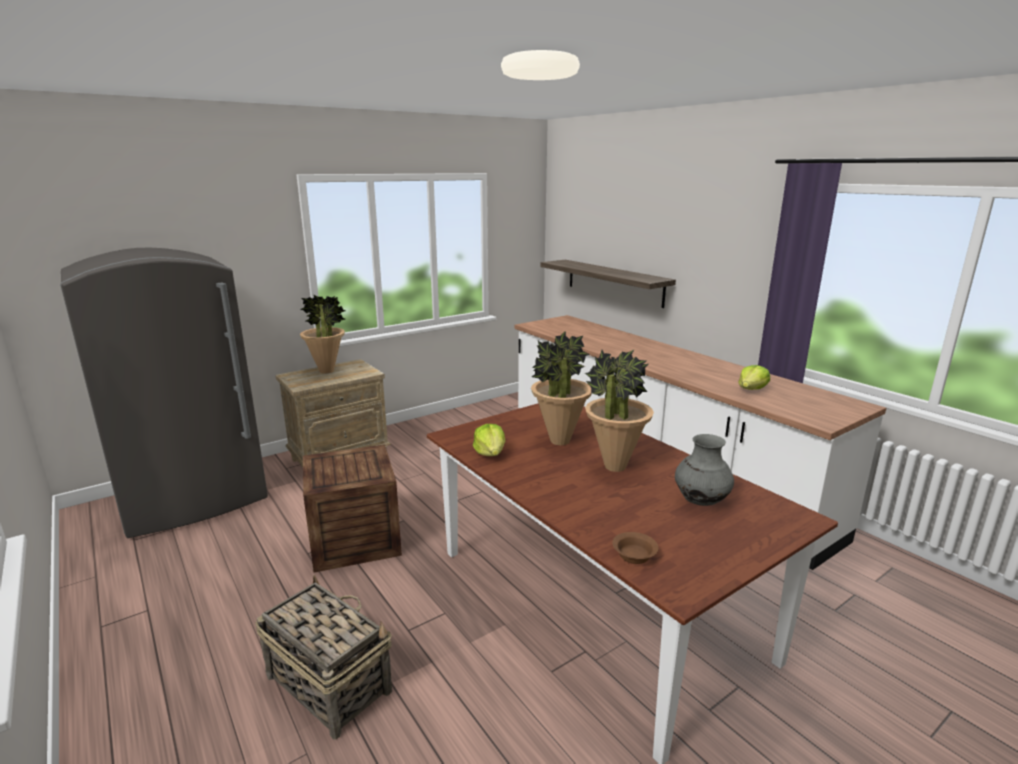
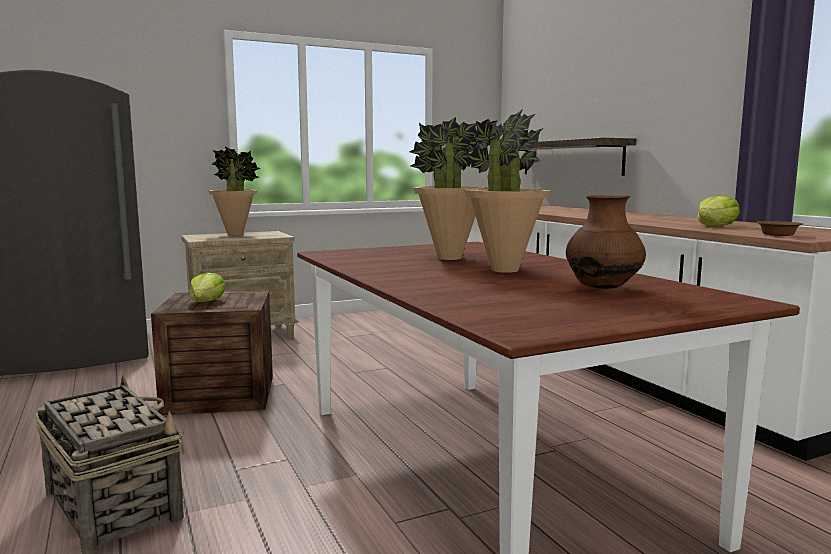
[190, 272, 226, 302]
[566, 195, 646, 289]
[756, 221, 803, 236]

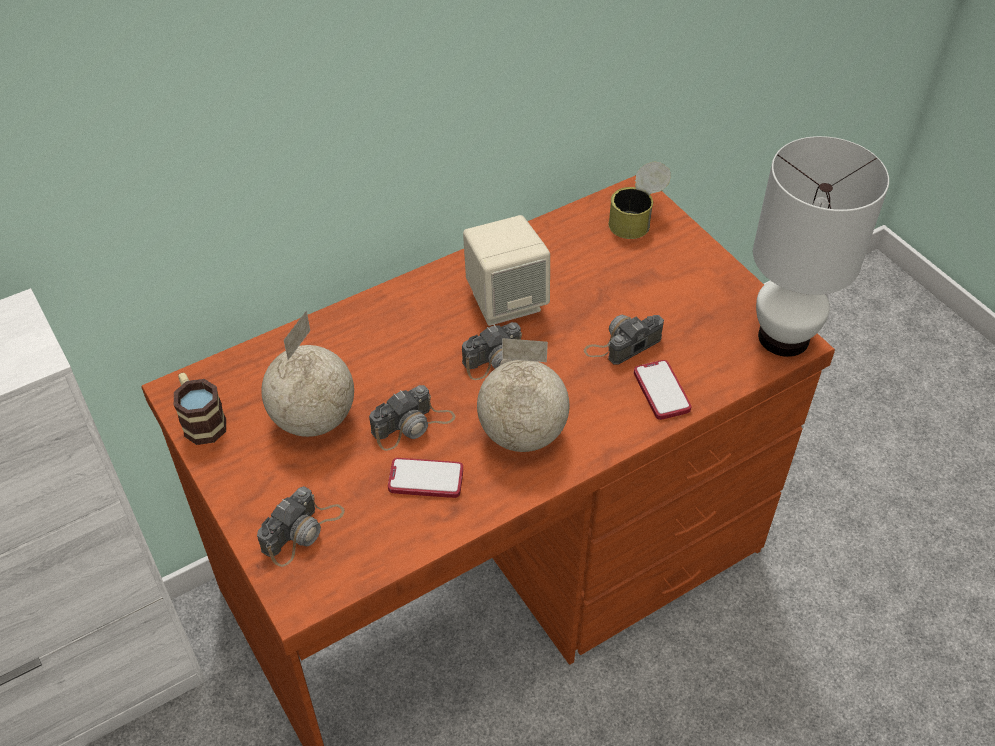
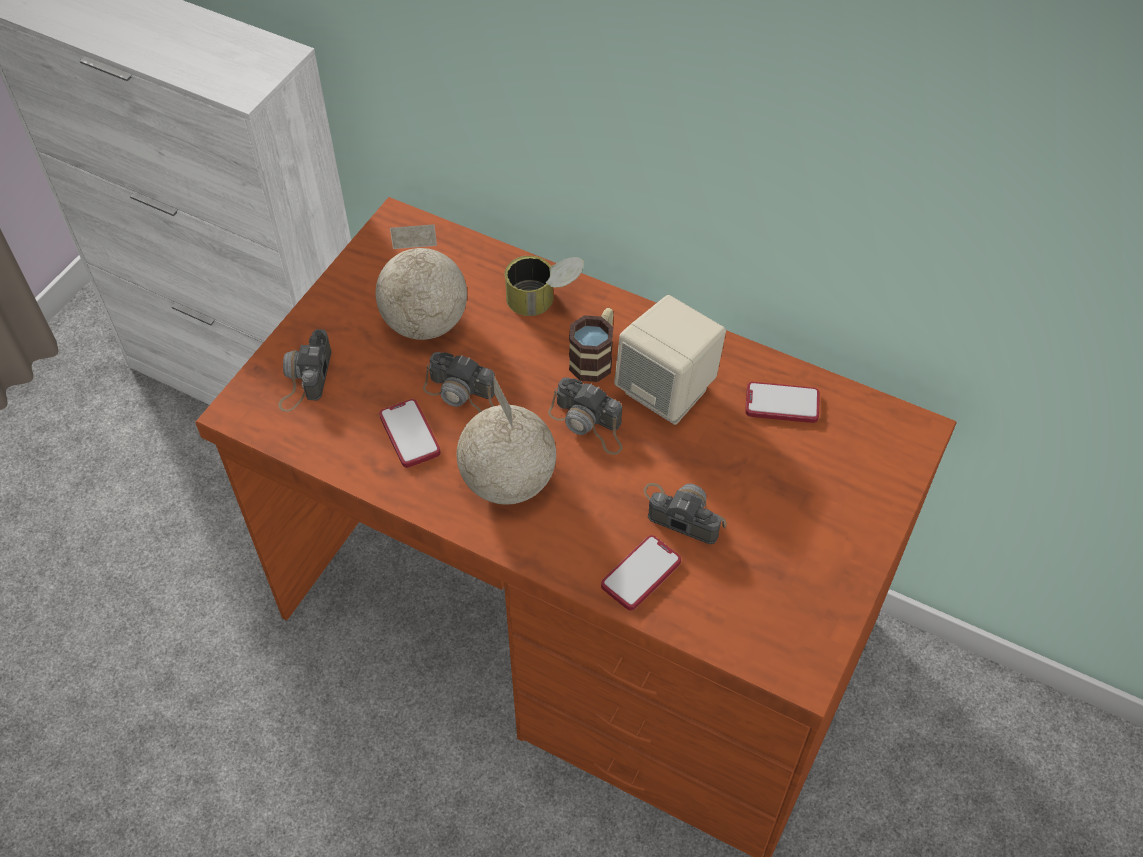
[278, 329, 332, 412]
[505, 256, 584, 316]
[569, 308, 613, 382]
[745, 382, 819, 423]
[753, 136, 889, 357] (first image)

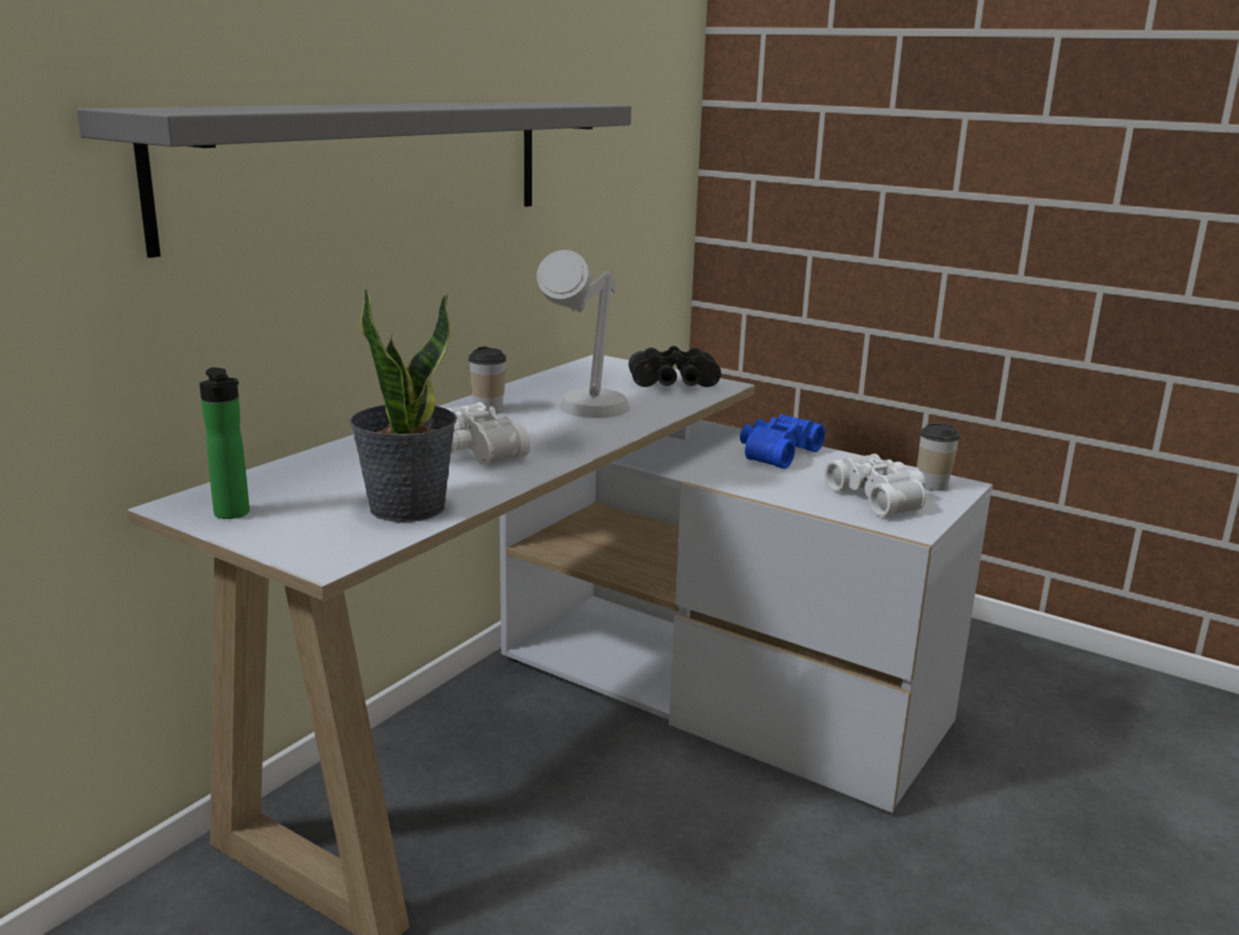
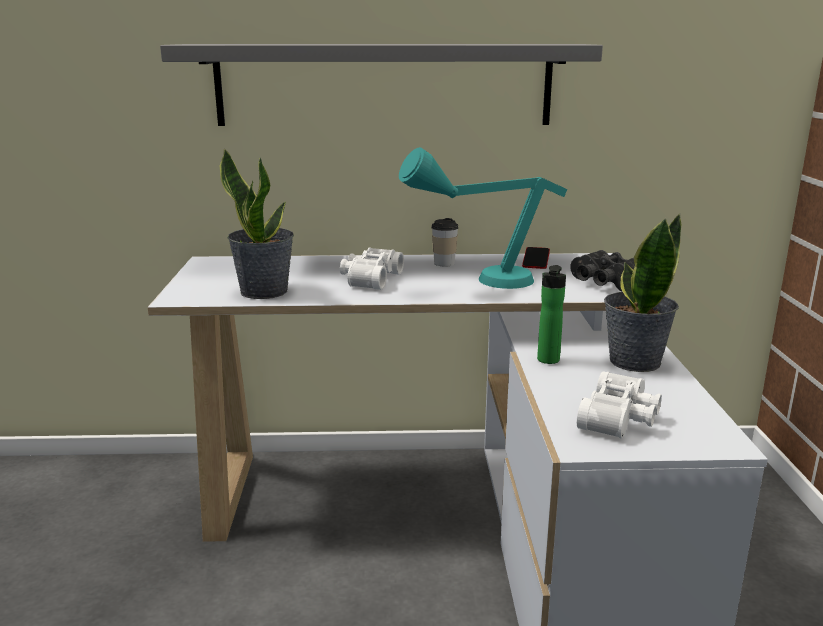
[399, 147, 567, 289]
[522, 247, 550, 269]
[537, 265, 566, 364]
[604, 214, 681, 372]
[918, 423, 960, 491] (first image)

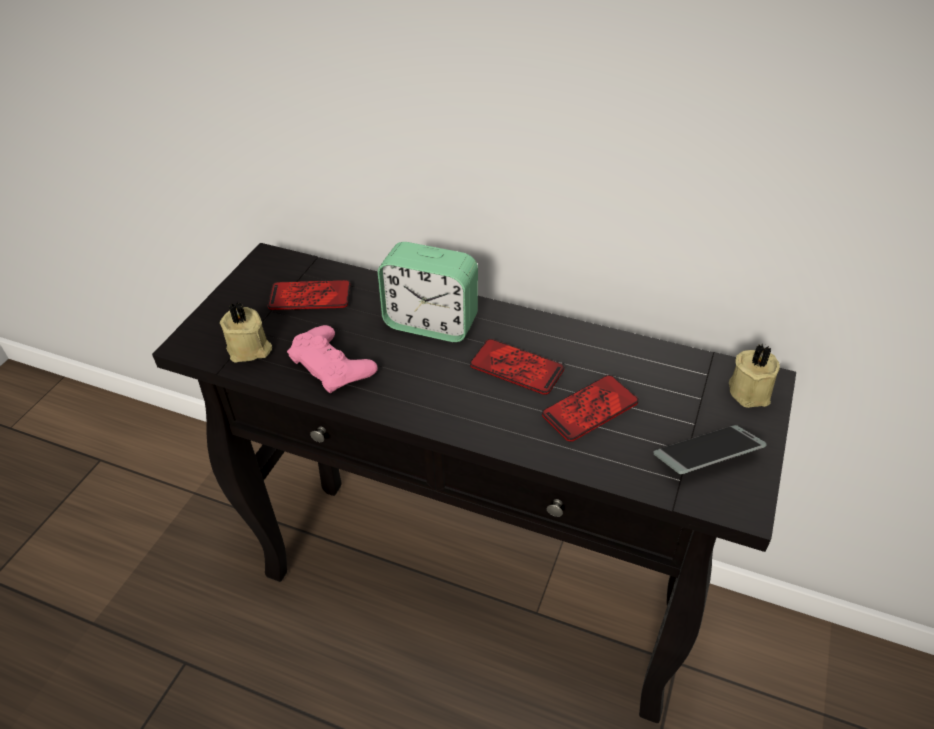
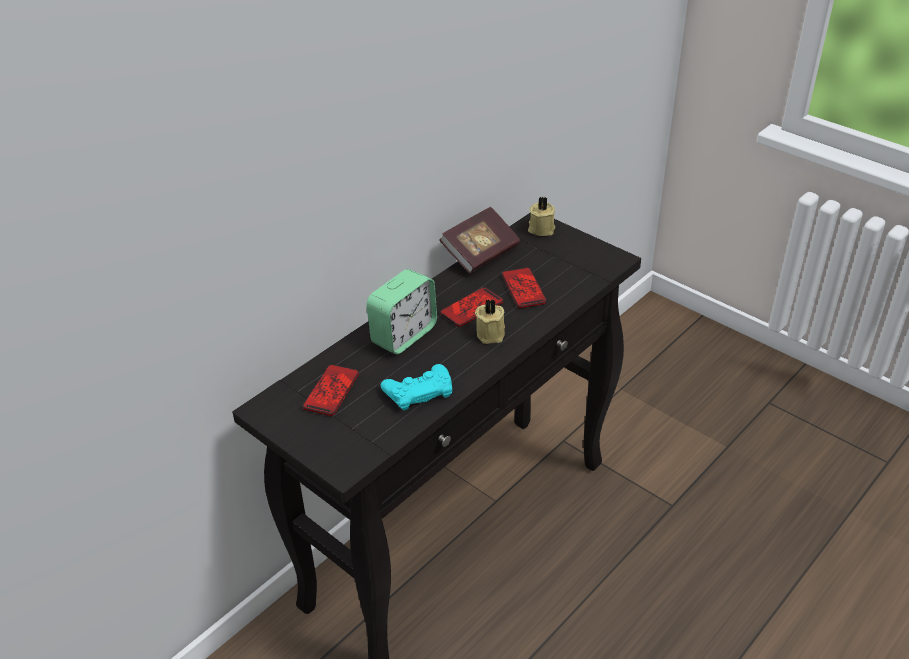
[381, 364, 453, 410]
[439, 207, 520, 273]
[475, 299, 505, 344]
[654, 425, 766, 474] (first image)

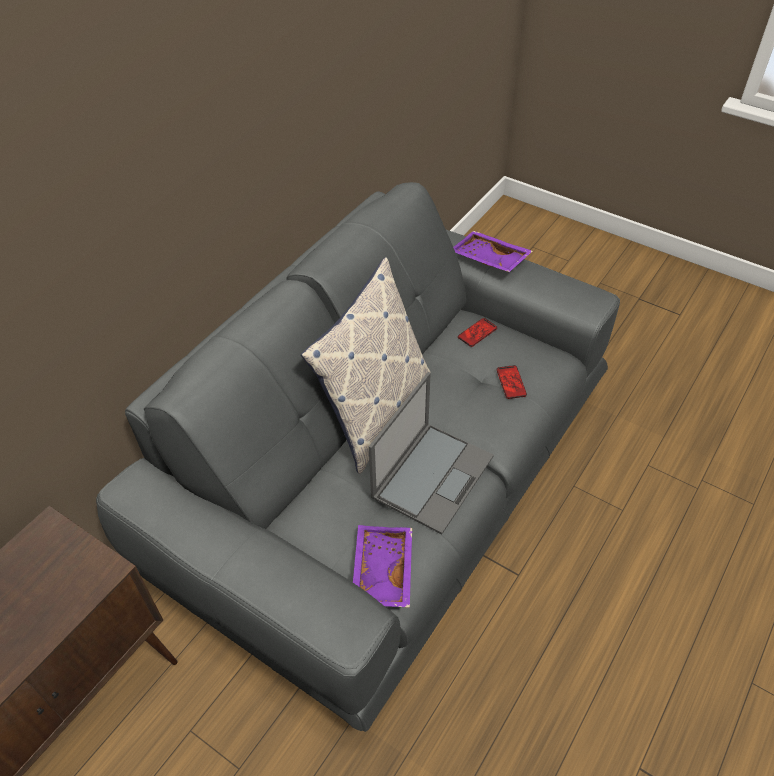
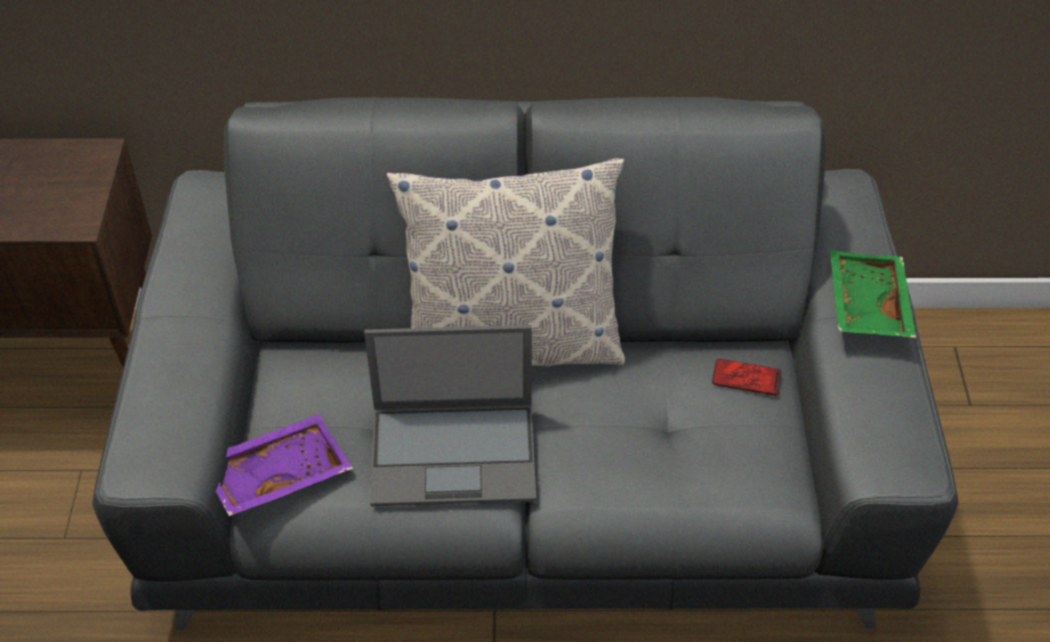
[830, 250, 916, 338]
[497, 365, 527, 399] (first image)

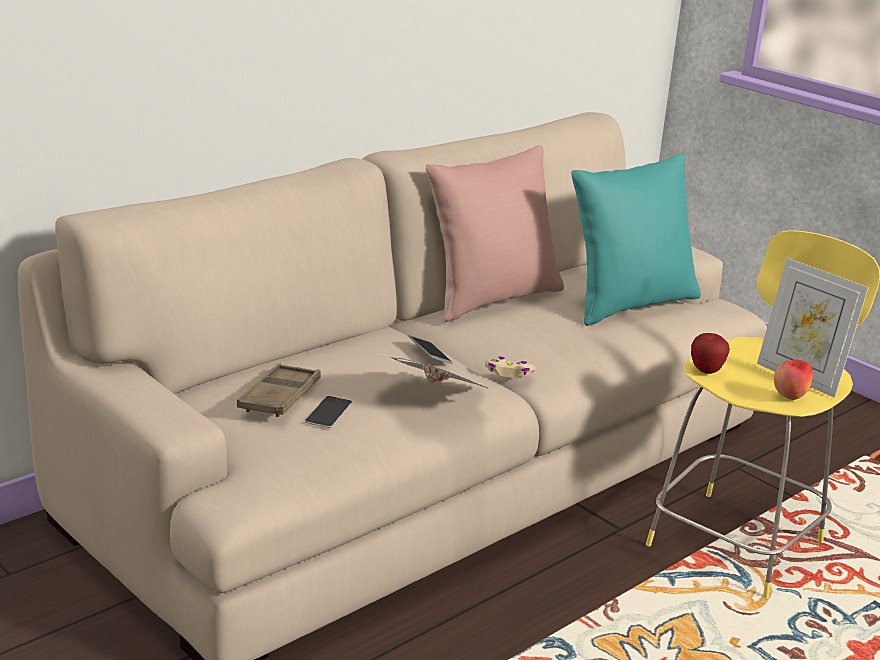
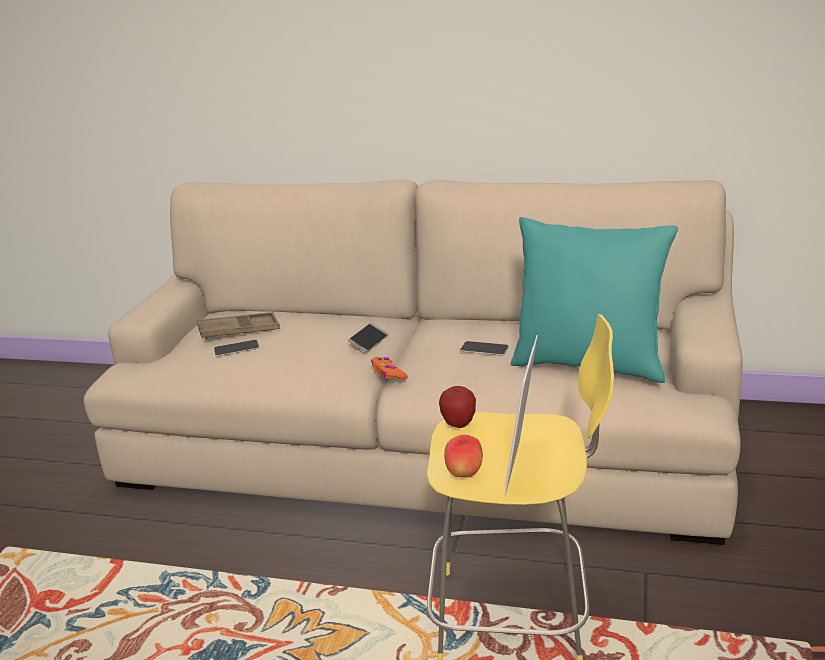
[371, 357, 408, 380]
[460, 341, 509, 356]
[374, 353, 490, 389] (first image)
[426, 145, 564, 322] (first image)

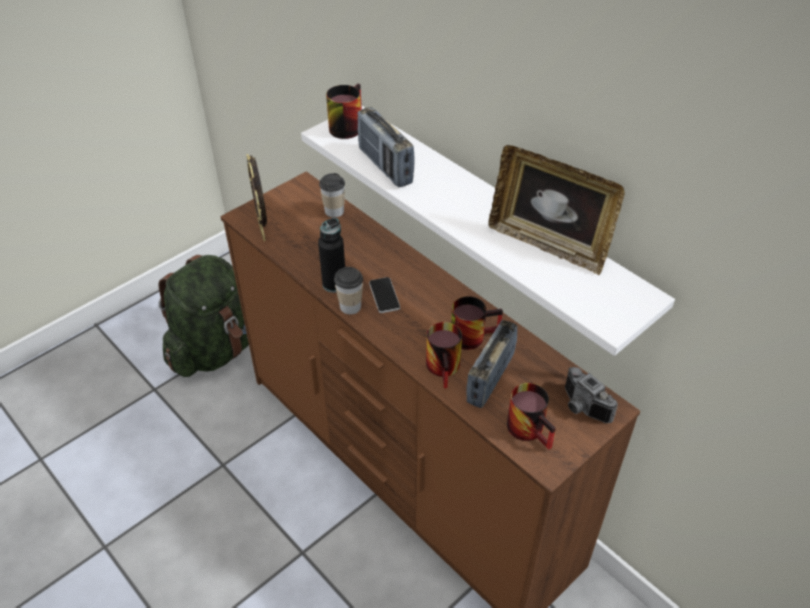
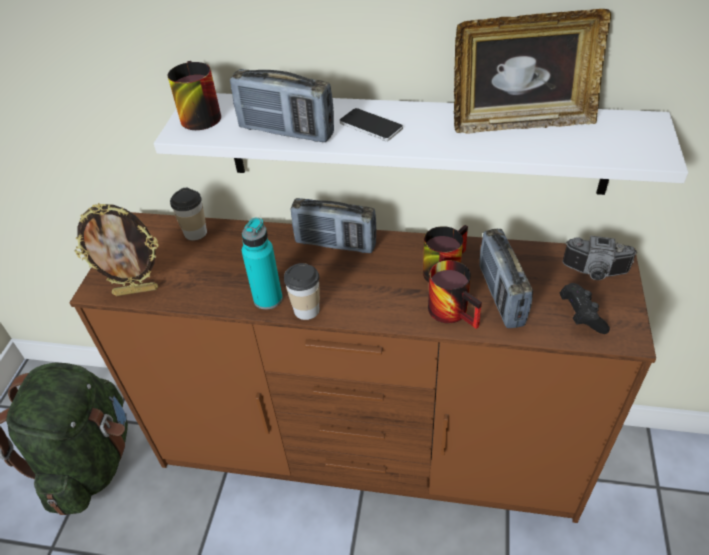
[75, 203, 159, 296]
[242, 218, 283, 310]
[291, 198, 376, 253]
[340, 108, 403, 141]
[560, 283, 610, 334]

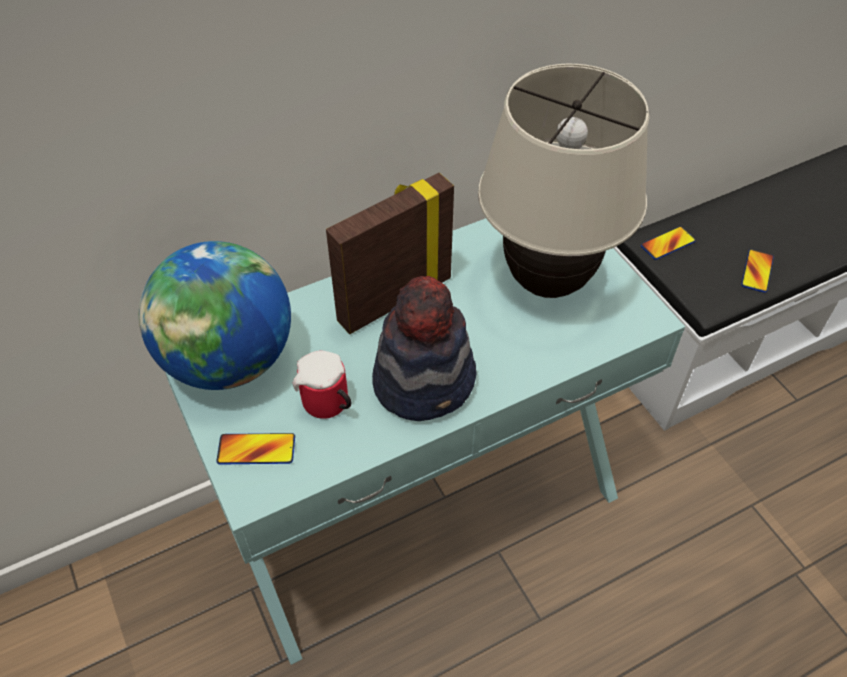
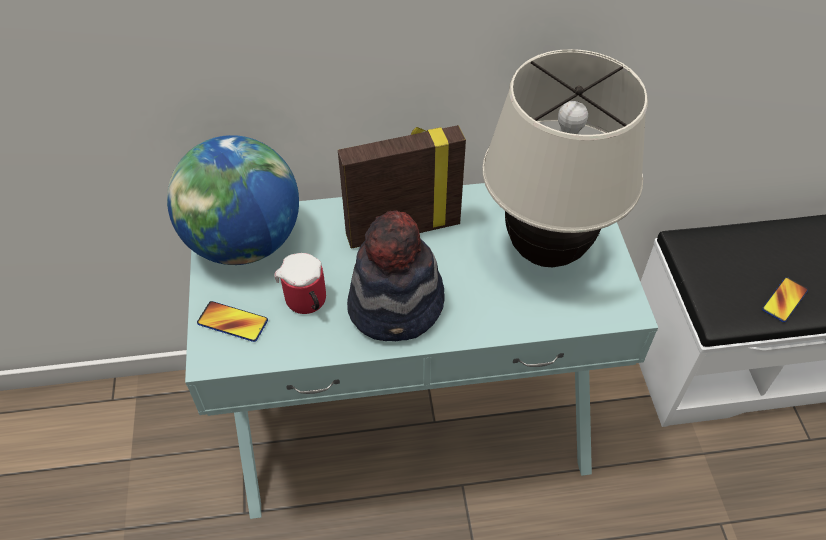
[641, 226, 696, 260] (first image)

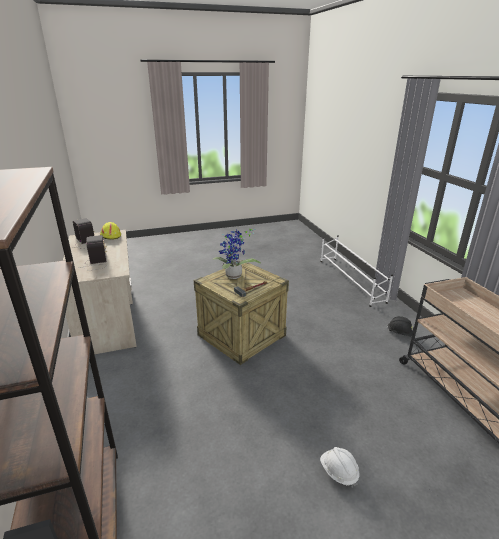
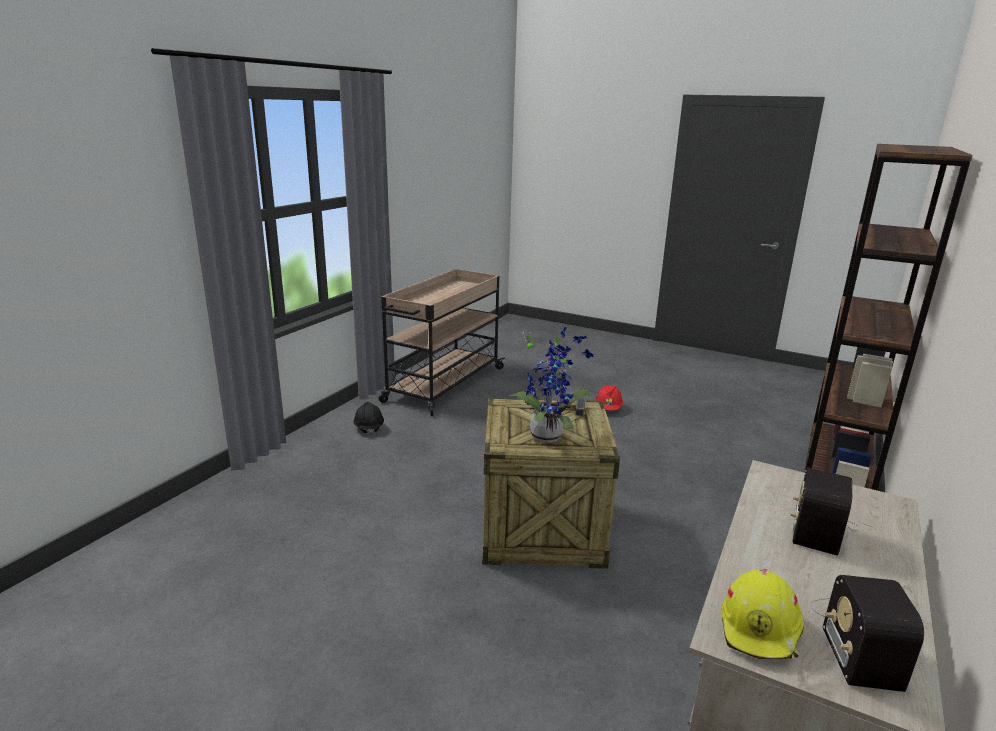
[595, 385, 623, 410]
[320, 235, 393, 307] (first image)

